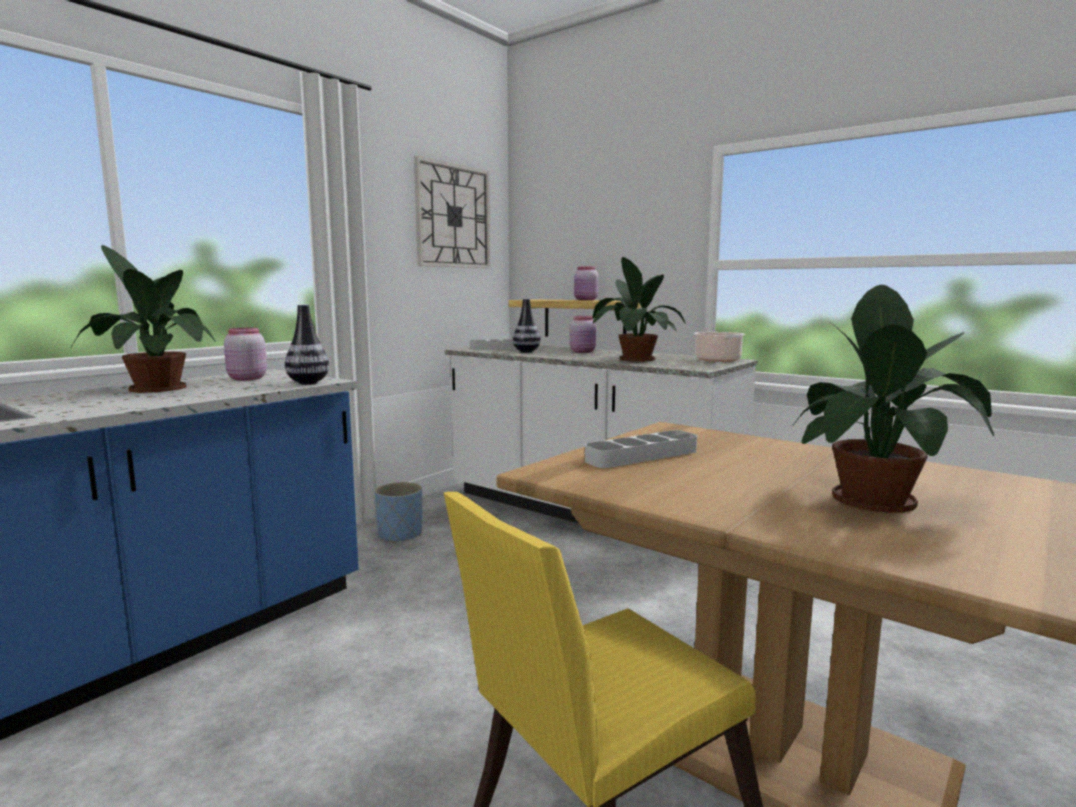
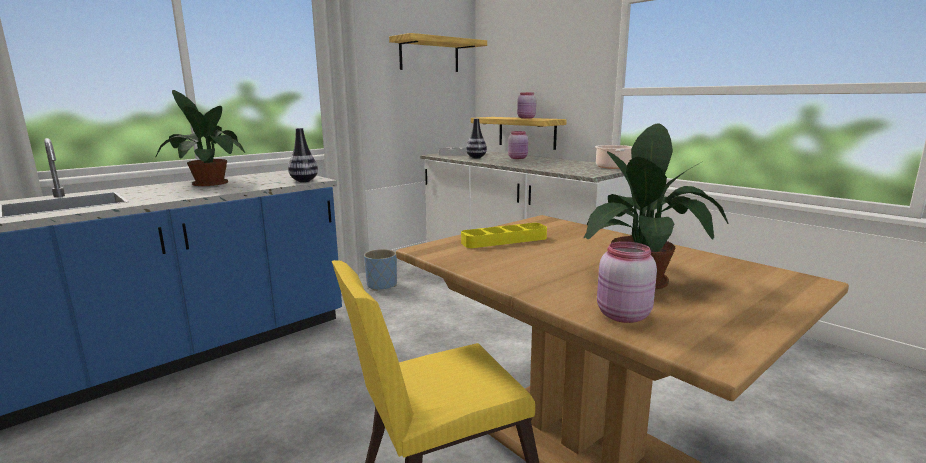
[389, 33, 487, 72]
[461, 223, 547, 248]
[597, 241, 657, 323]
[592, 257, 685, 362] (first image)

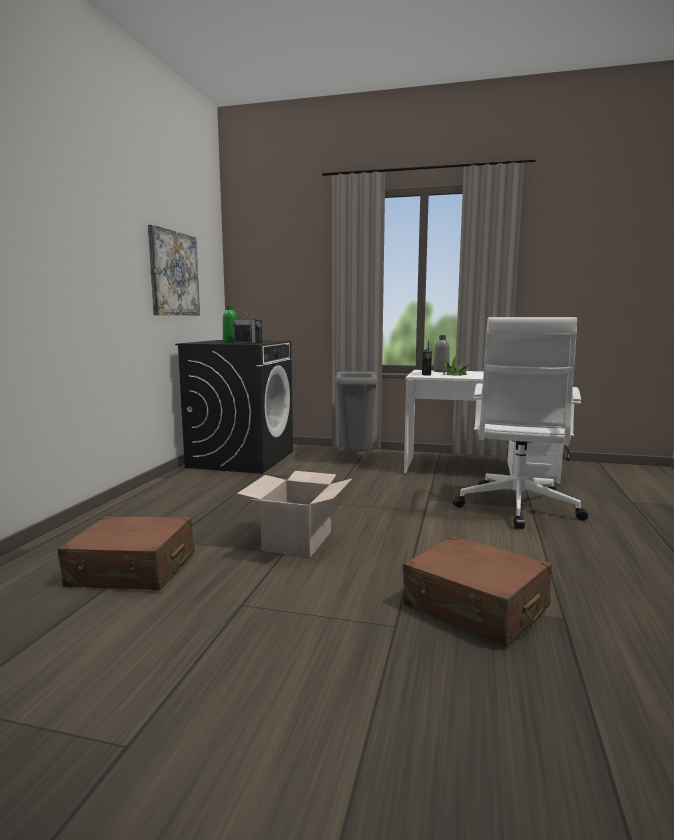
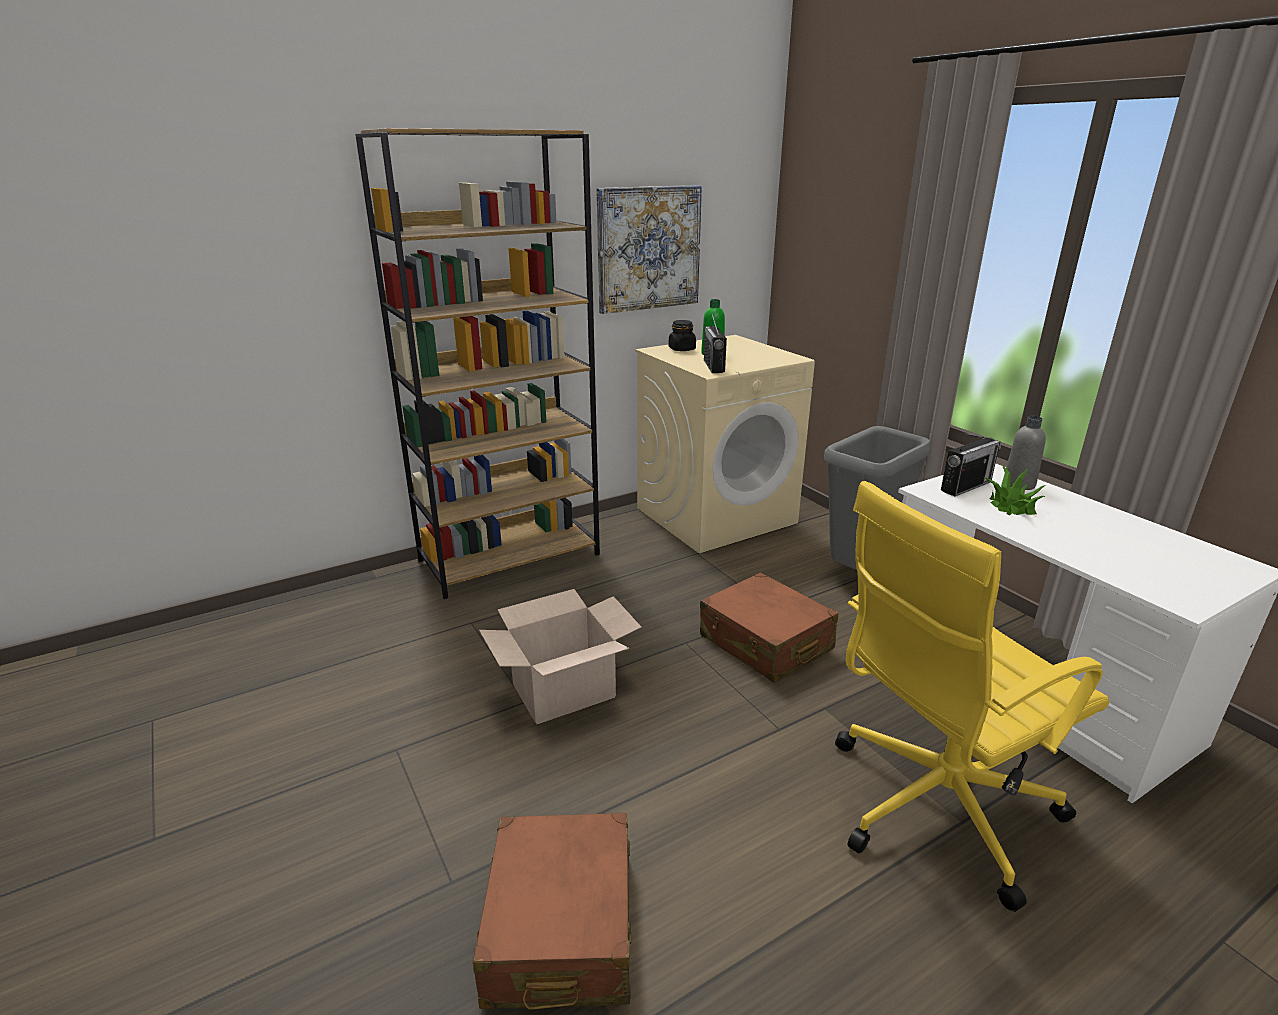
[355, 128, 600, 599]
[635, 335, 815, 553]
[669, 320, 696, 351]
[700, 572, 838, 683]
[835, 481, 1109, 912]

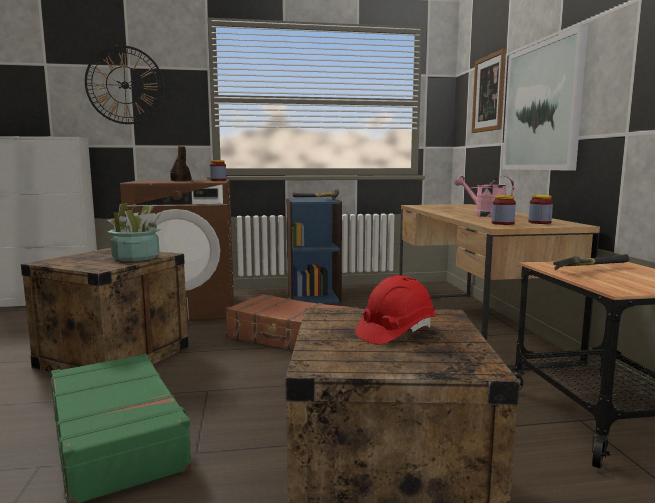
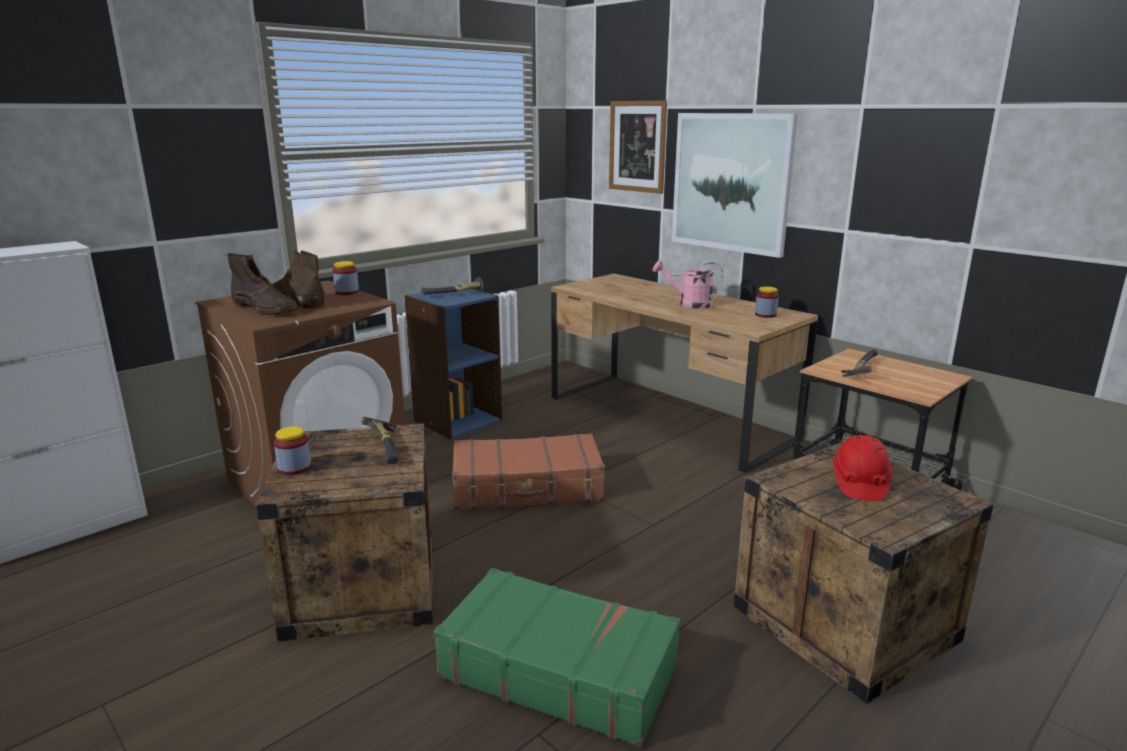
[227, 253, 298, 315]
[274, 426, 311, 475]
[361, 417, 399, 464]
[85, 45, 164, 124] (first image)

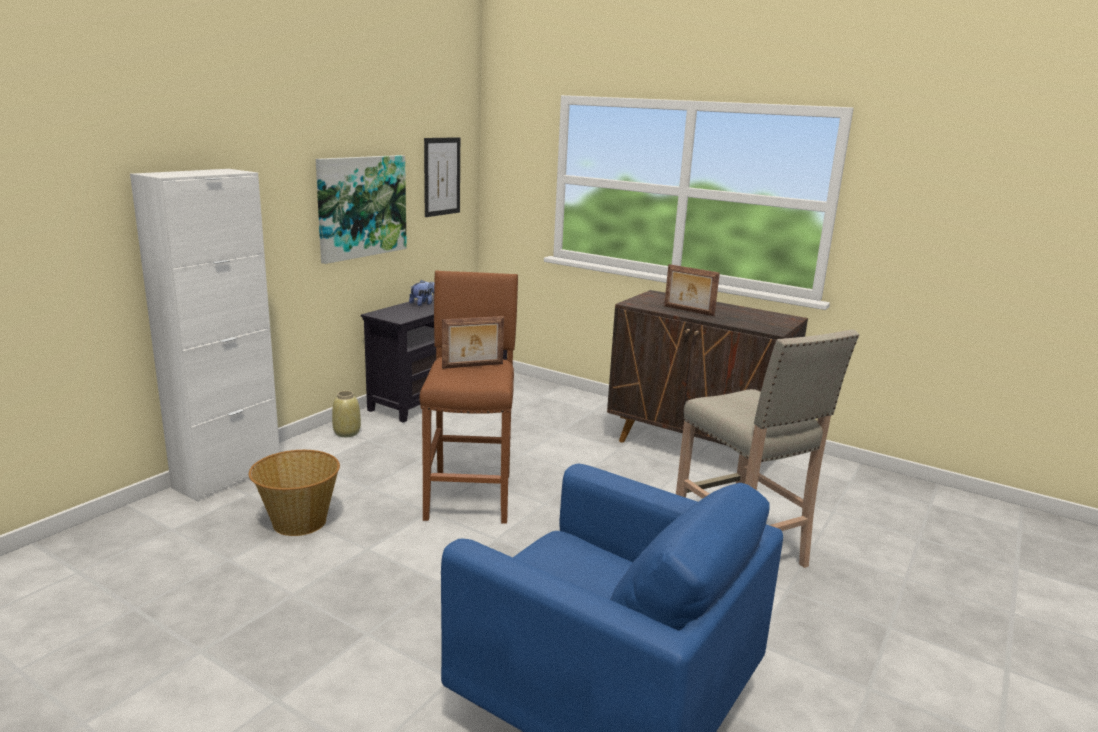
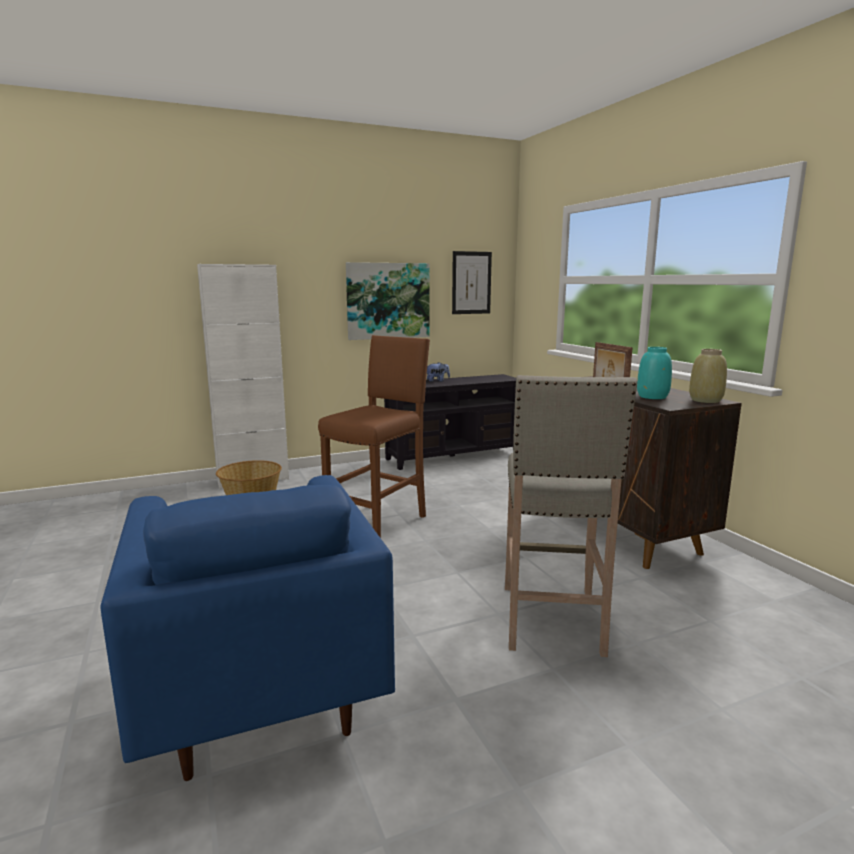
[637, 347, 672, 399]
[689, 349, 727, 403]
[442, 316, 504, 369] (first image)

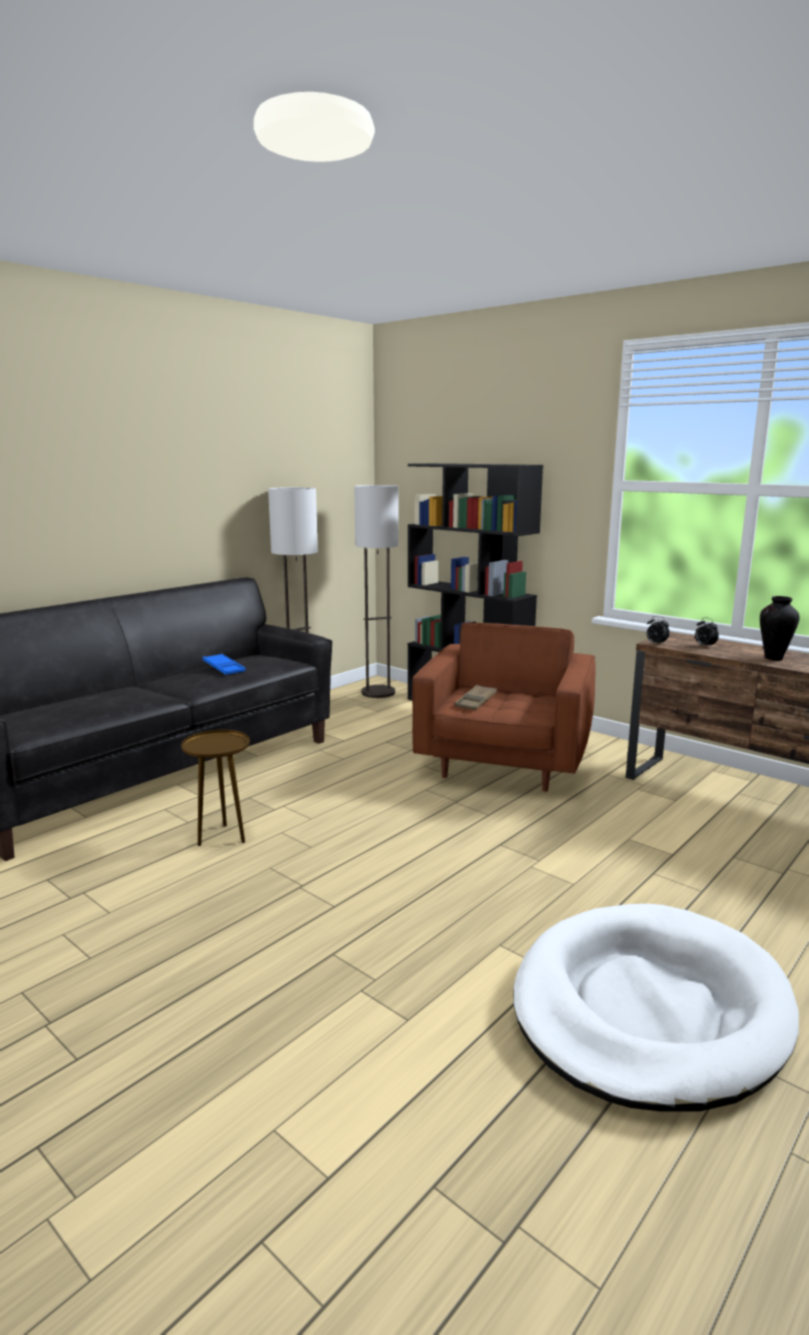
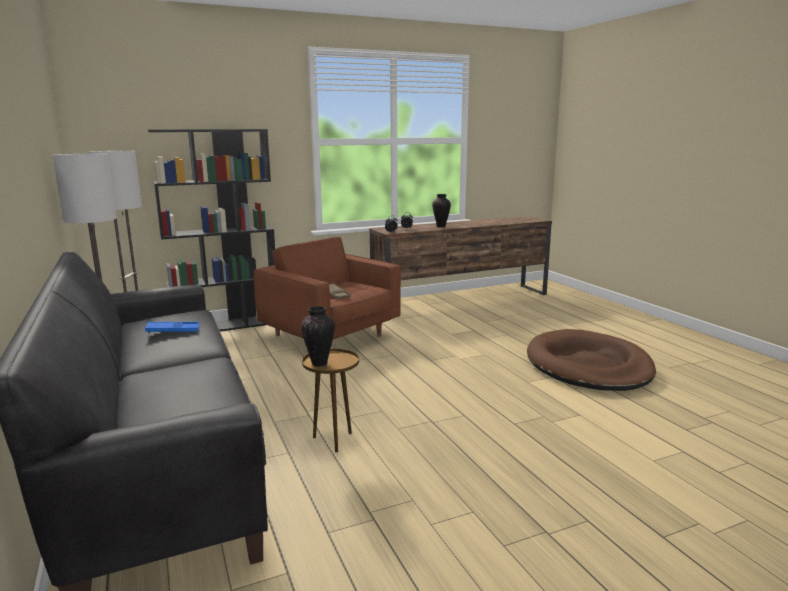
[301, 306, 335, 366]
[527, 329, 656, 391]

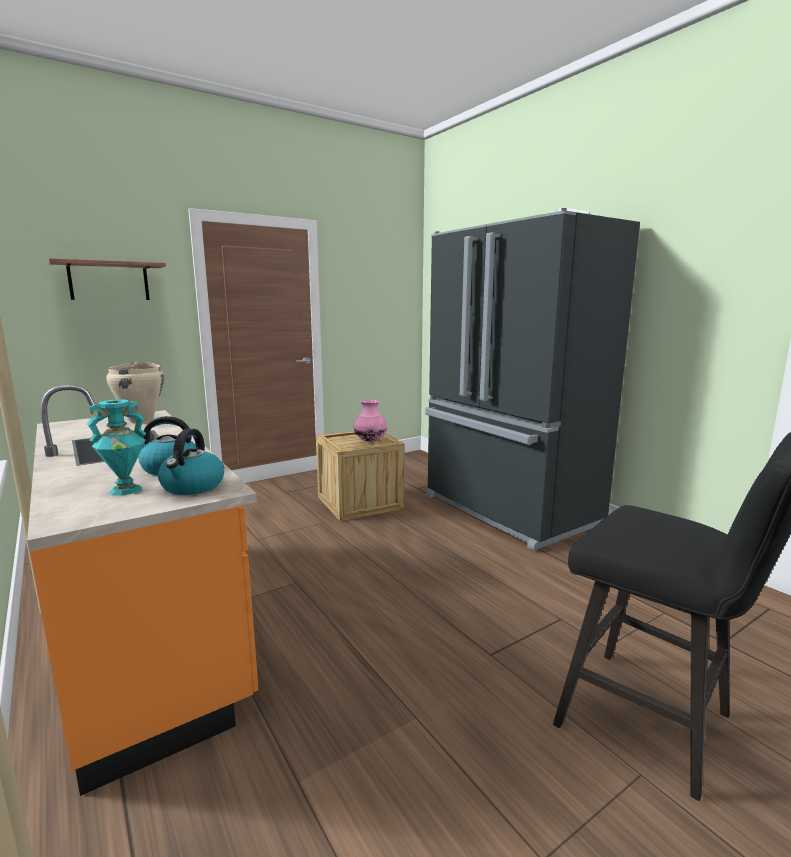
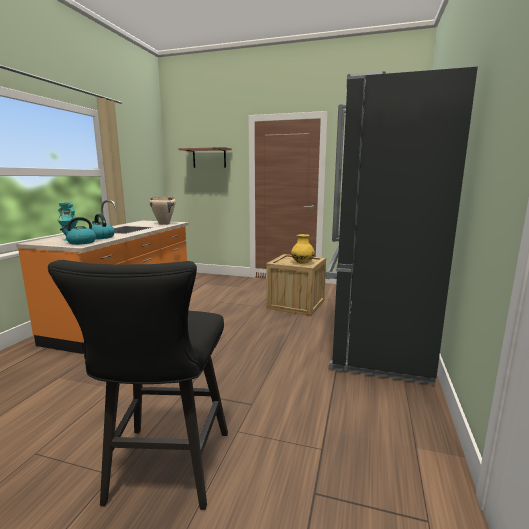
[291, 234, 315, 264]

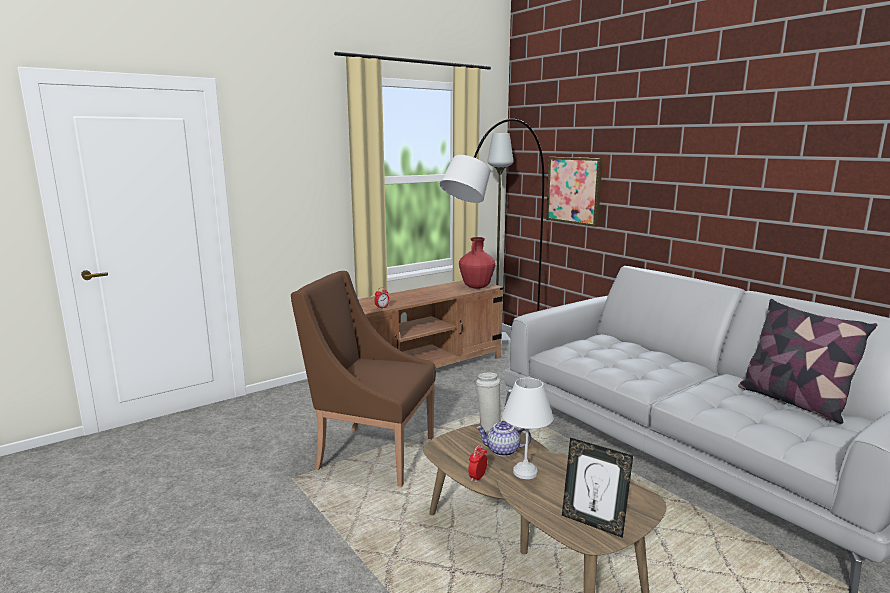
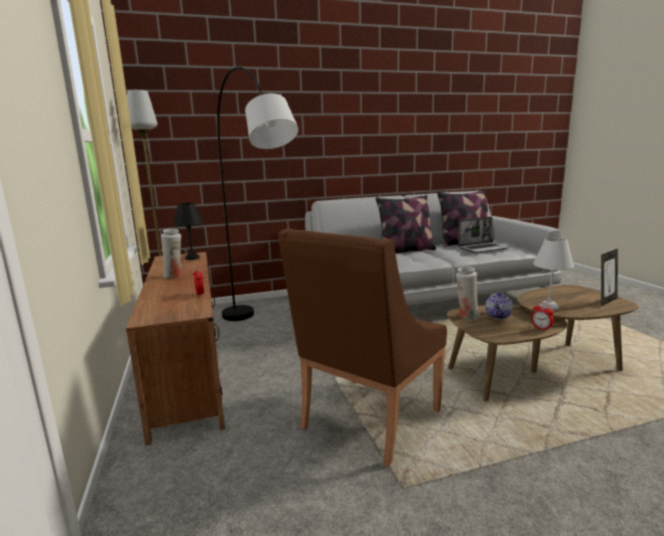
[161, 229, 182, 278]
[173, 203, 203, 260]
[376, 195, 436, 253]
[458, 217, 510, 253]
[546, 157, 603, 227] (first image)

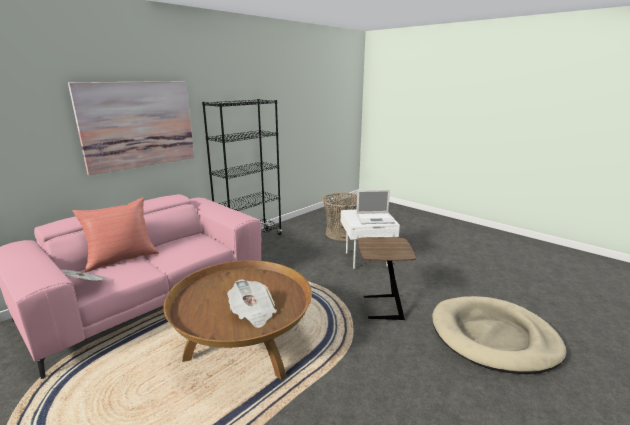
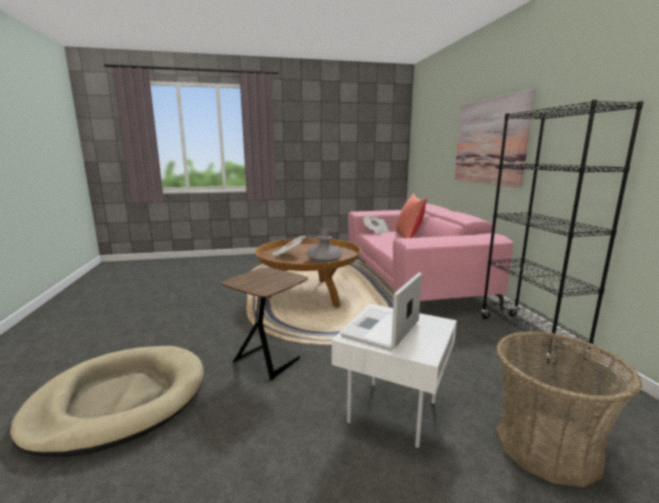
[306, 228, 343, 262]

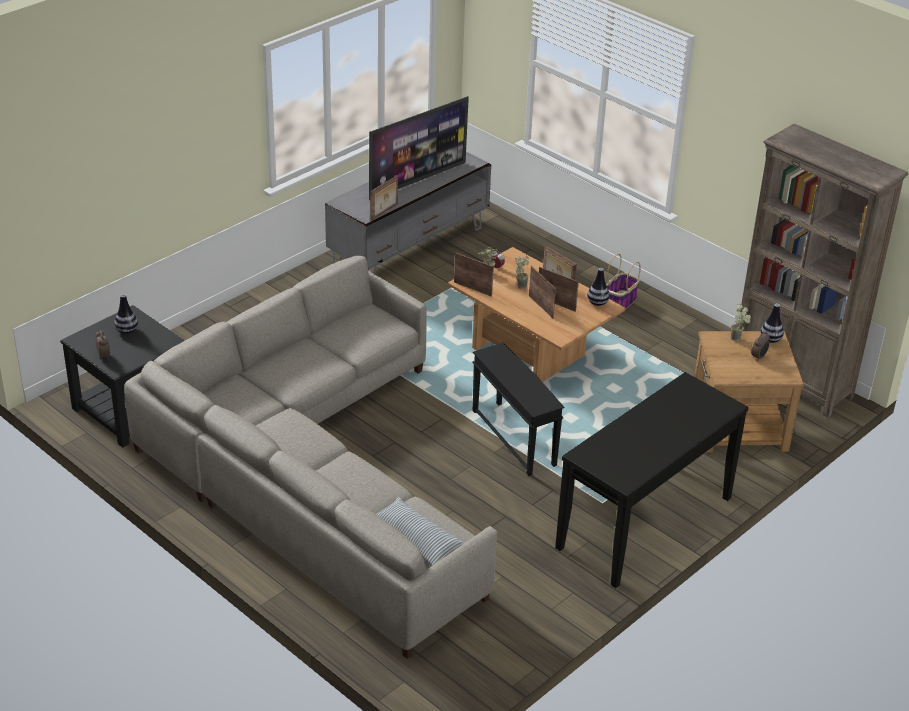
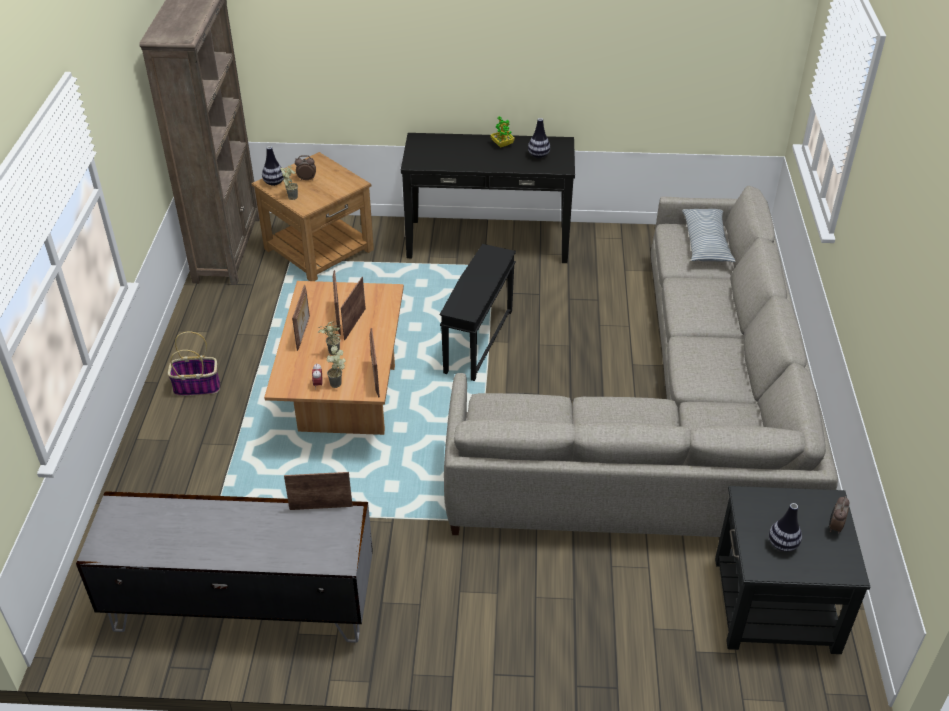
[491, 116, 515, 147]
[528, 118, 550, 158]
[369, 96, 469, 200] (first image)

